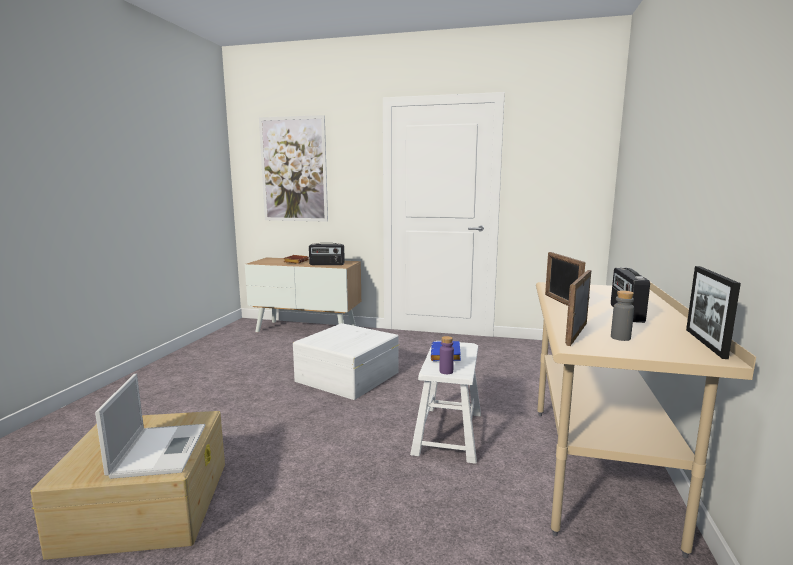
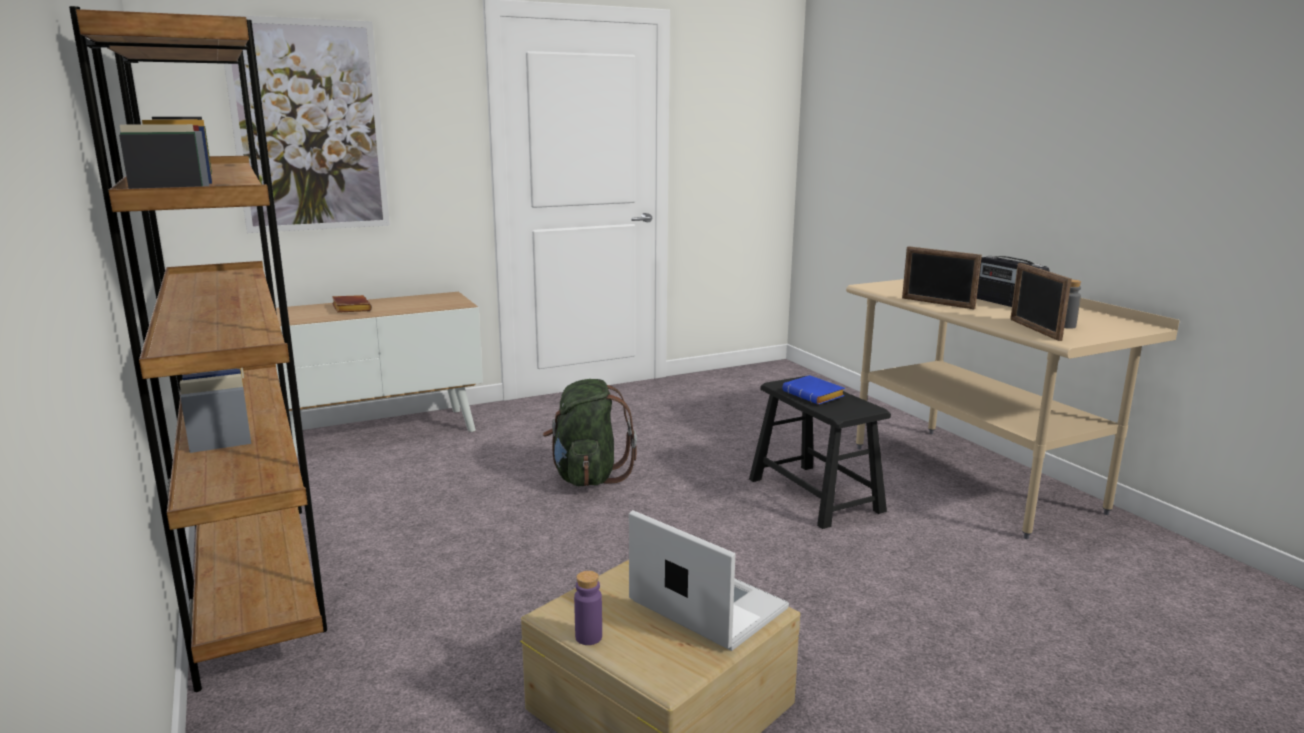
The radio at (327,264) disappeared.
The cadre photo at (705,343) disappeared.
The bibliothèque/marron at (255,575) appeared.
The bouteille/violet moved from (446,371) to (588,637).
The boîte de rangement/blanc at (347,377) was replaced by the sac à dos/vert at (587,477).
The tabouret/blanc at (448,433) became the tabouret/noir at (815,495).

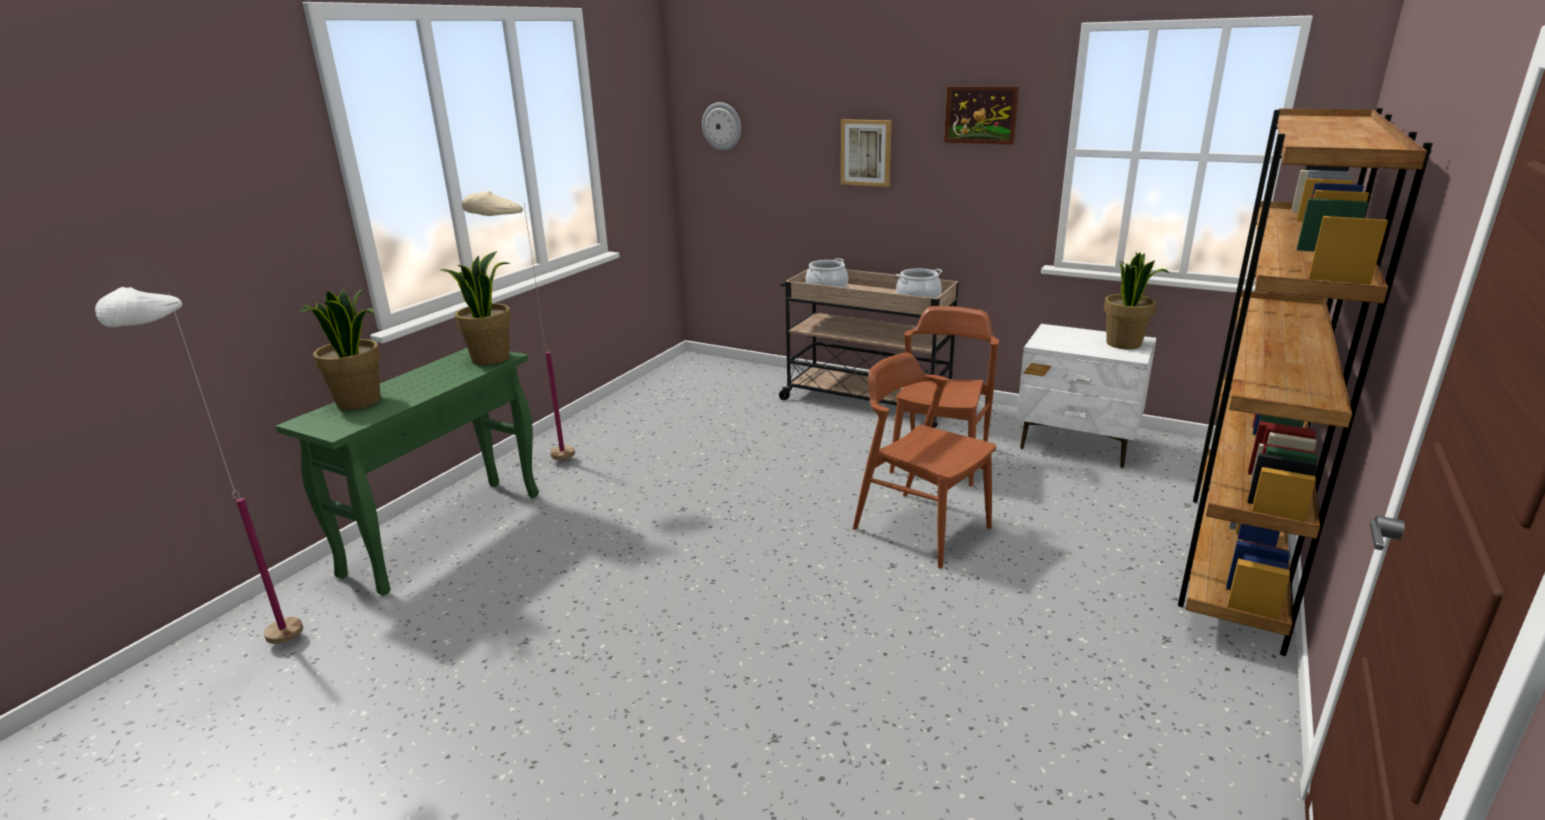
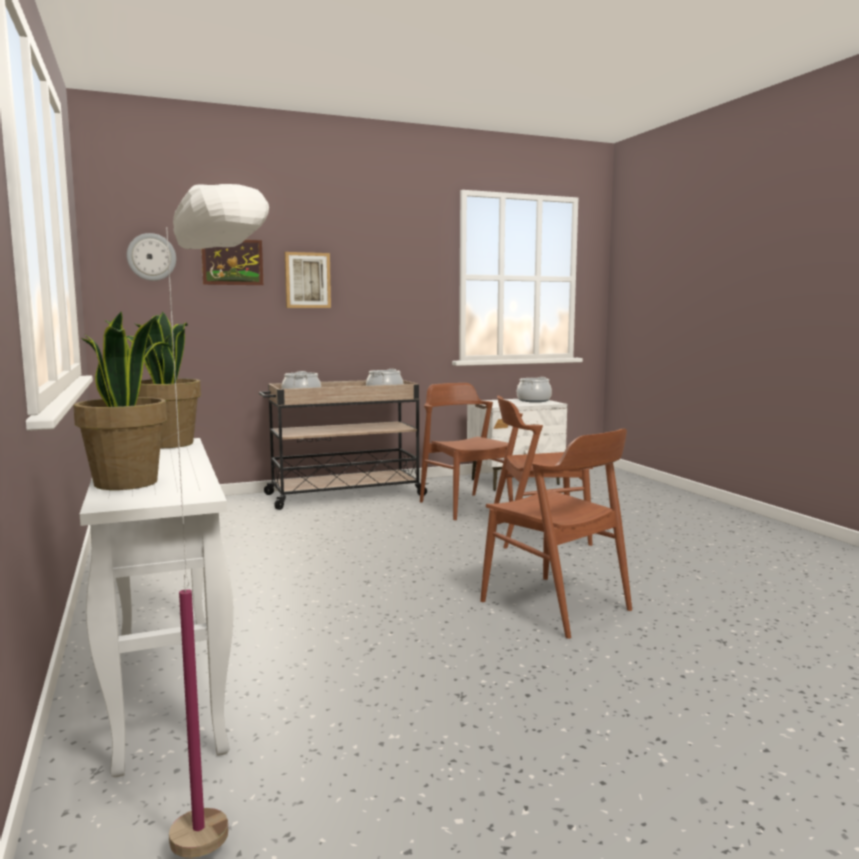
The lampadaire/beige at (542,464) disappeared.
The bibliothèque/marron at (1234,559) disappeared.
The chaise/marron at (555,605) appeared.
The tableau moved from (980,115) to (232,262).
The plante en pot at (1124,344) was replaced by the marmite at (533,400).
The table console/vert at (446,532) became the table console/blanc at (166,685).

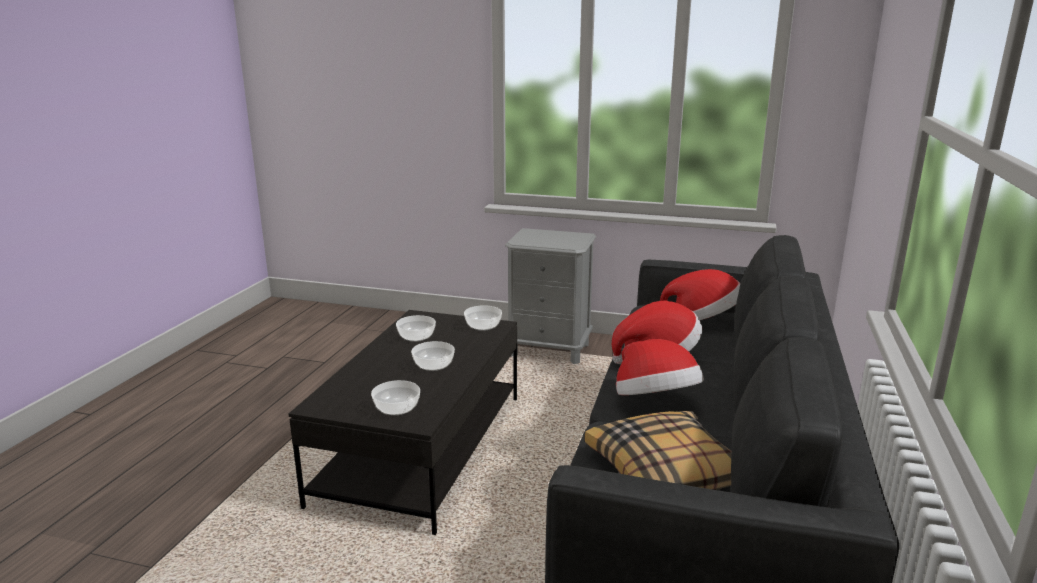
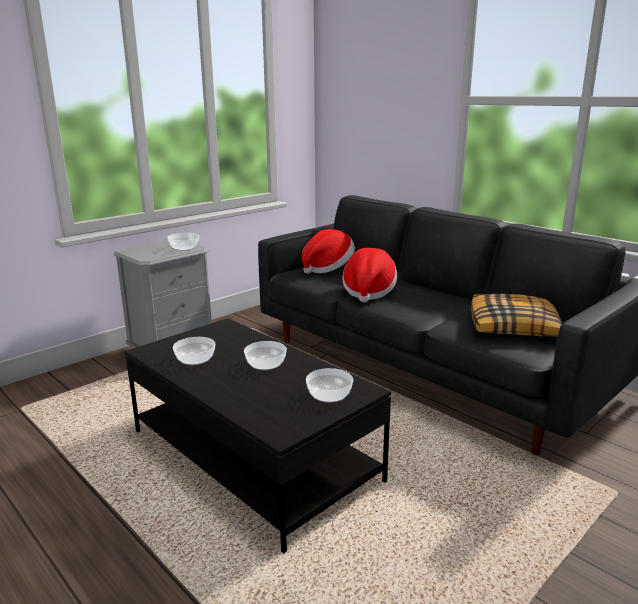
The chapeau at (655,402) disappeared.
The bol moved from (483,326) to (185,248).

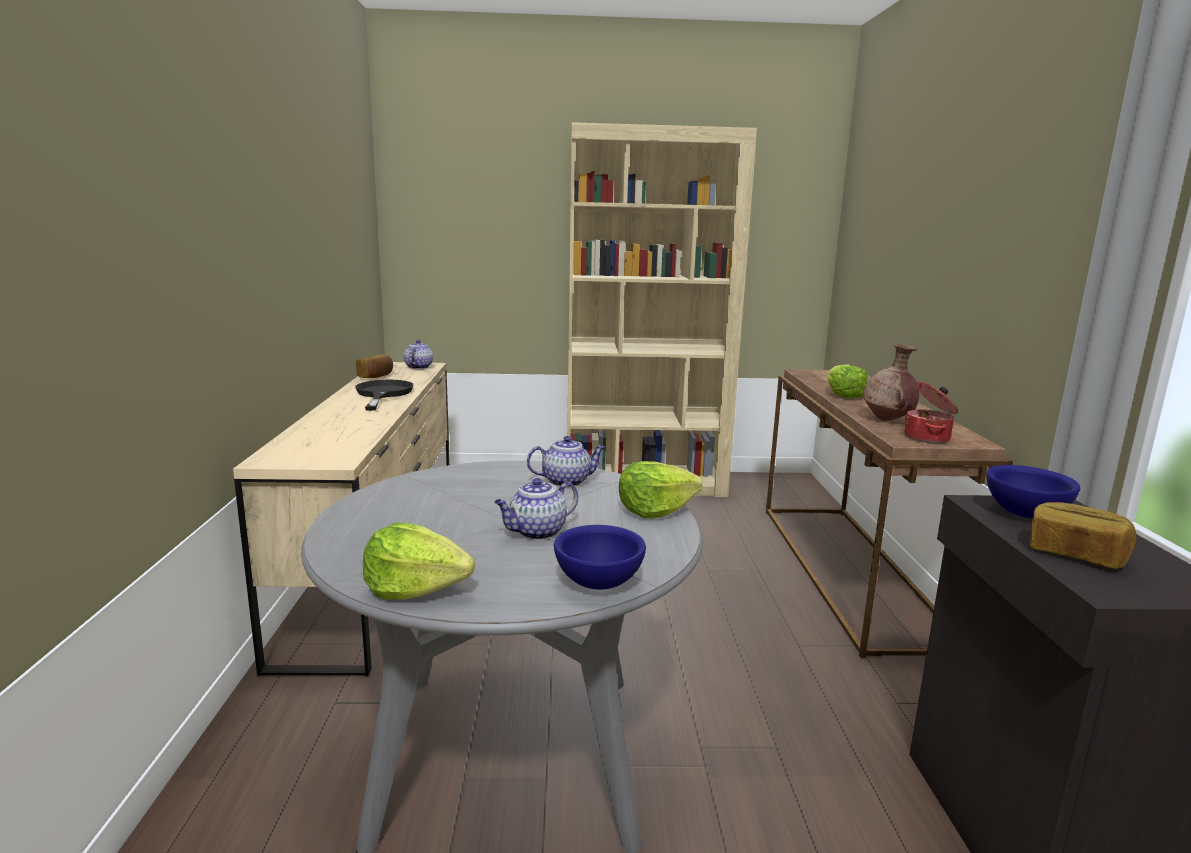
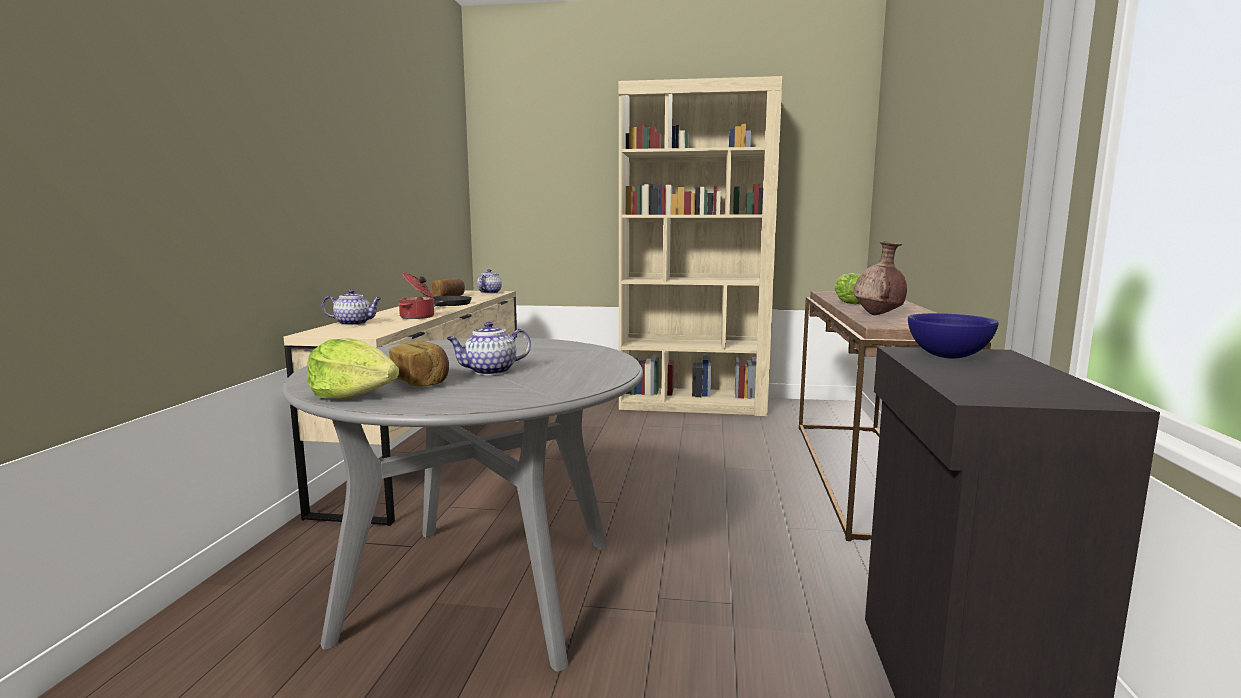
The bol/bleu at (598,584) disappeared.
The laitue at (655,510) disappeared.
The théière moved from (567,481) to (354,323).
The marmite moved from (928,438) to (418,317).
The pain moved from (1075,555) to (421,382).

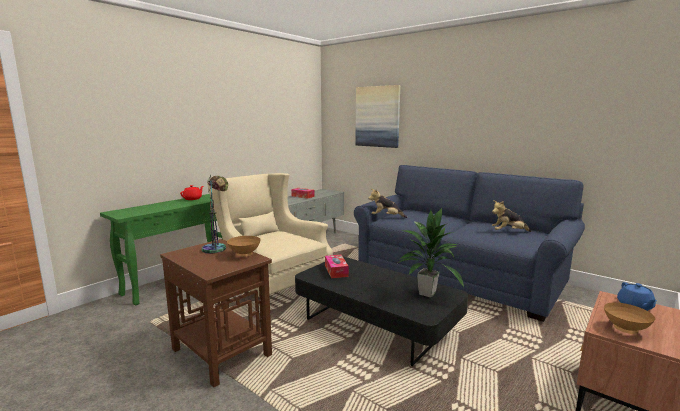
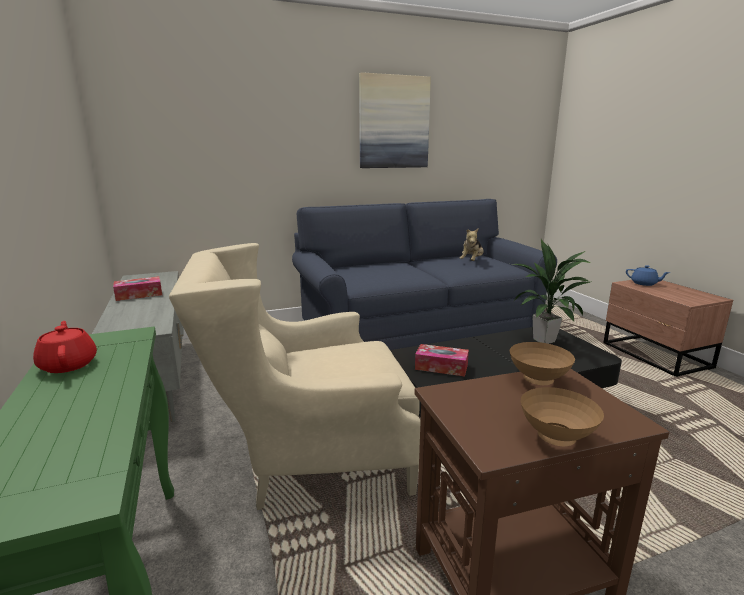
The lampe de table at (217,247) disappeared.
The peluche at (386,217) disappeared.
The tableau moved from (377,116) to (394,122).
The bol/marron moved from (625,329) to (555,437).

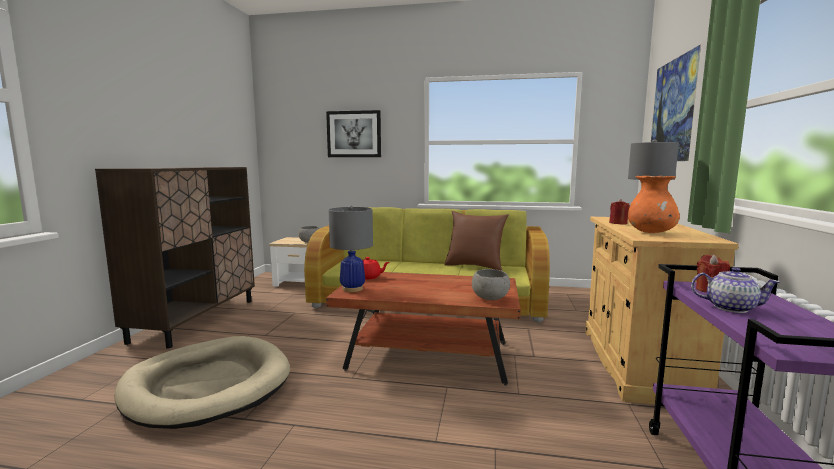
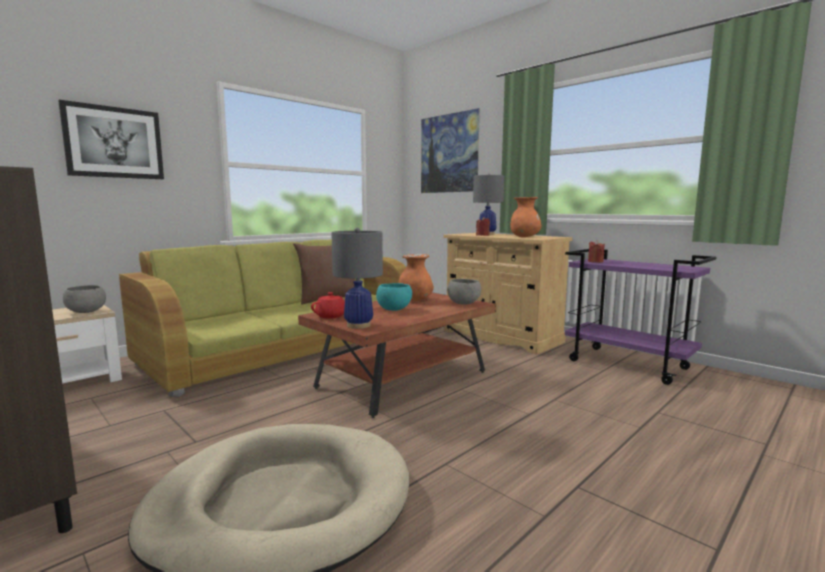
The théière at (730,307) disappeared.
The bol/turquoise at (393,309) appeared.
The vase/orange at (415,300) appeared.

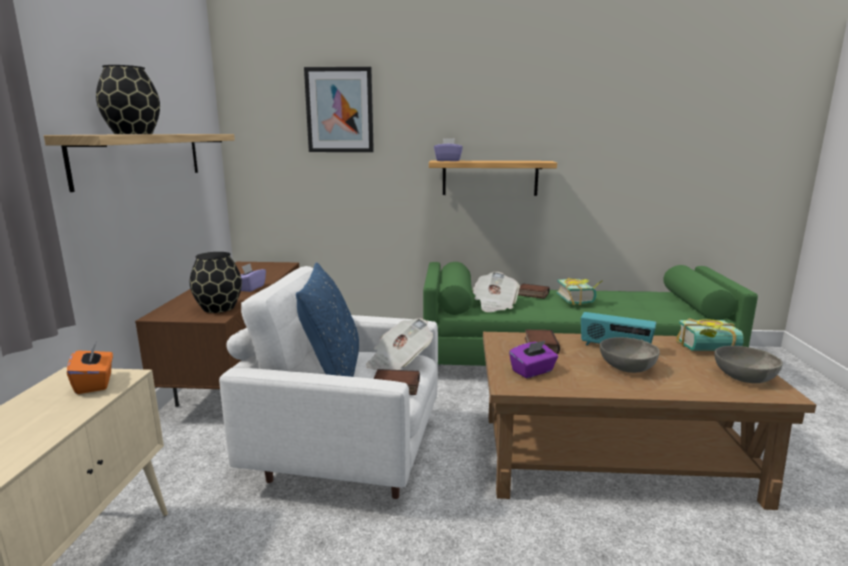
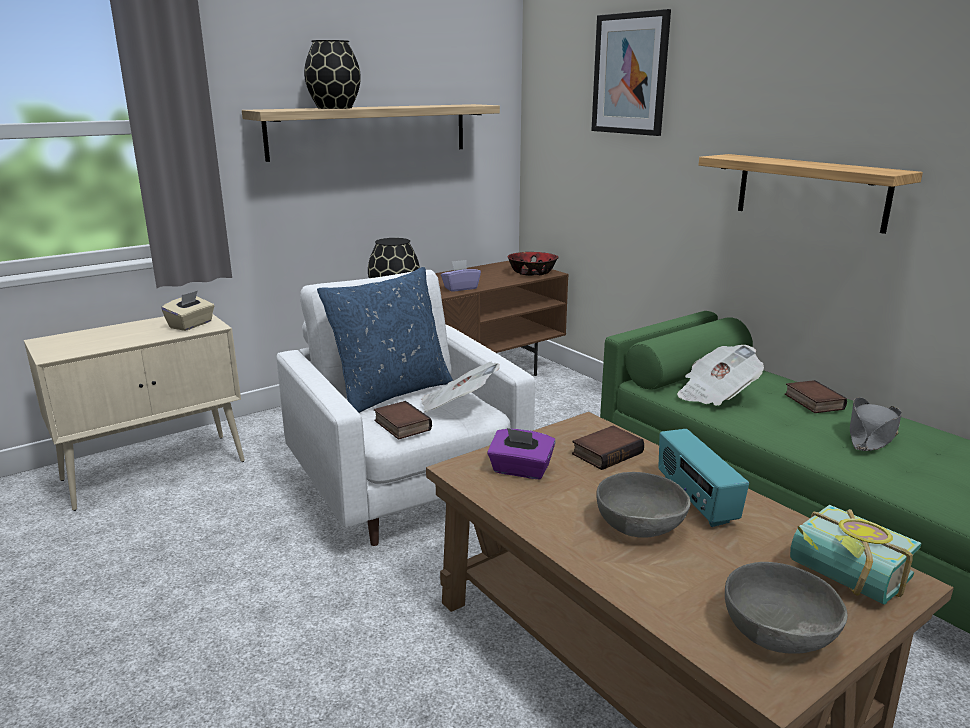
The boîte à mouchoirs/violet at (448,160) disappeared.
The bol at (532,272) appeared.
The livre at (579,299) was replaced by the chapeau/gris at (871,435).
The boîte à mouchoirs/orange at (95,383) became the boîte à mouchoirs/beige at (191,325).

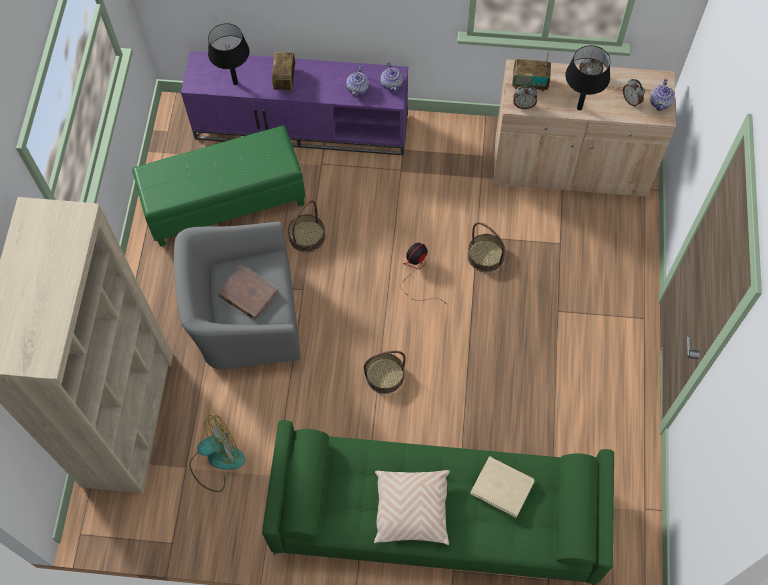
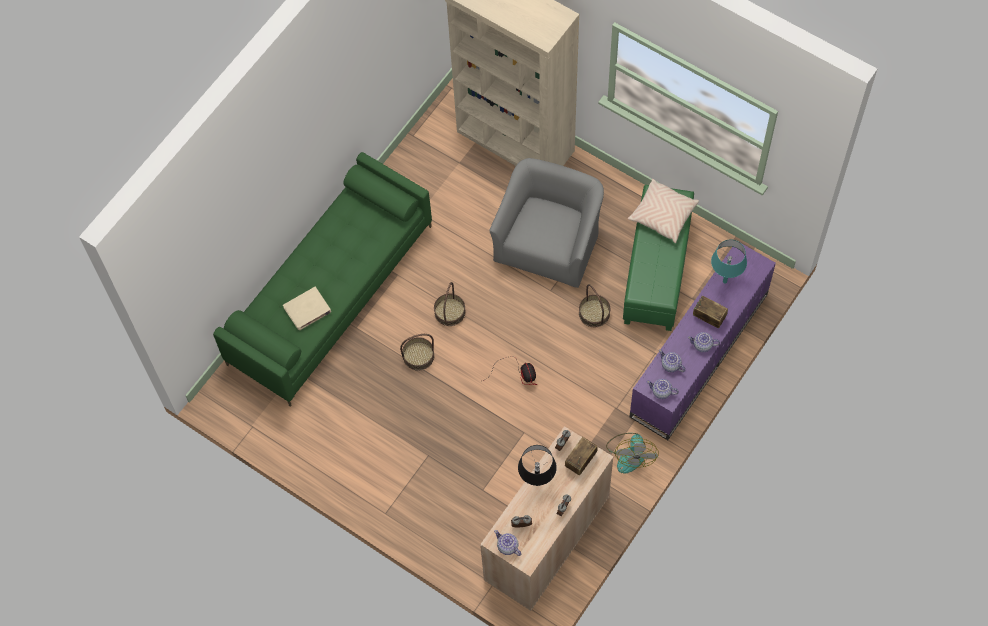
The livre/marron at (248,294) disappeared.
The théière at (703,345) appeared.
The ventilateur moved from (217,460) to (630,453).
The coussin/beige moved from (412,510) to (662,215).
The panier moved from (486,255) to (418,356).
The lampe de table/noir at (235,83) became the lampe de table/turquoise at (725,281).

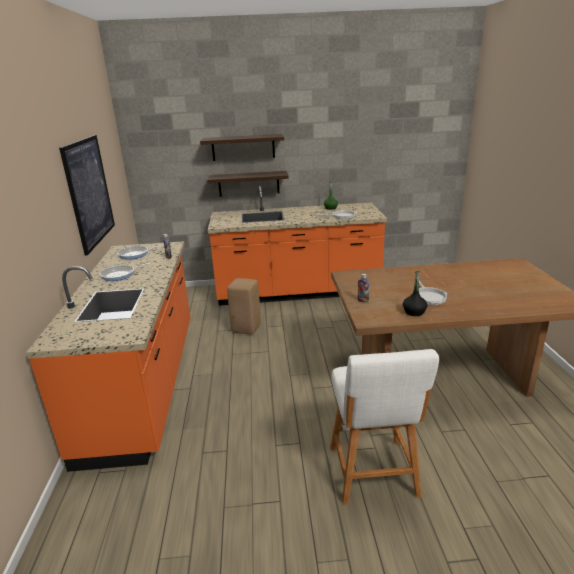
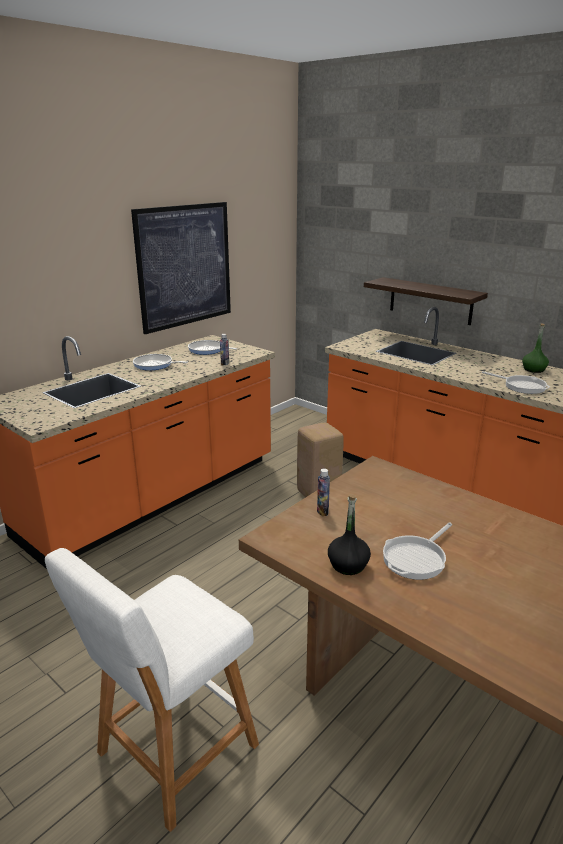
The étagère at (243,147) disappeared.

